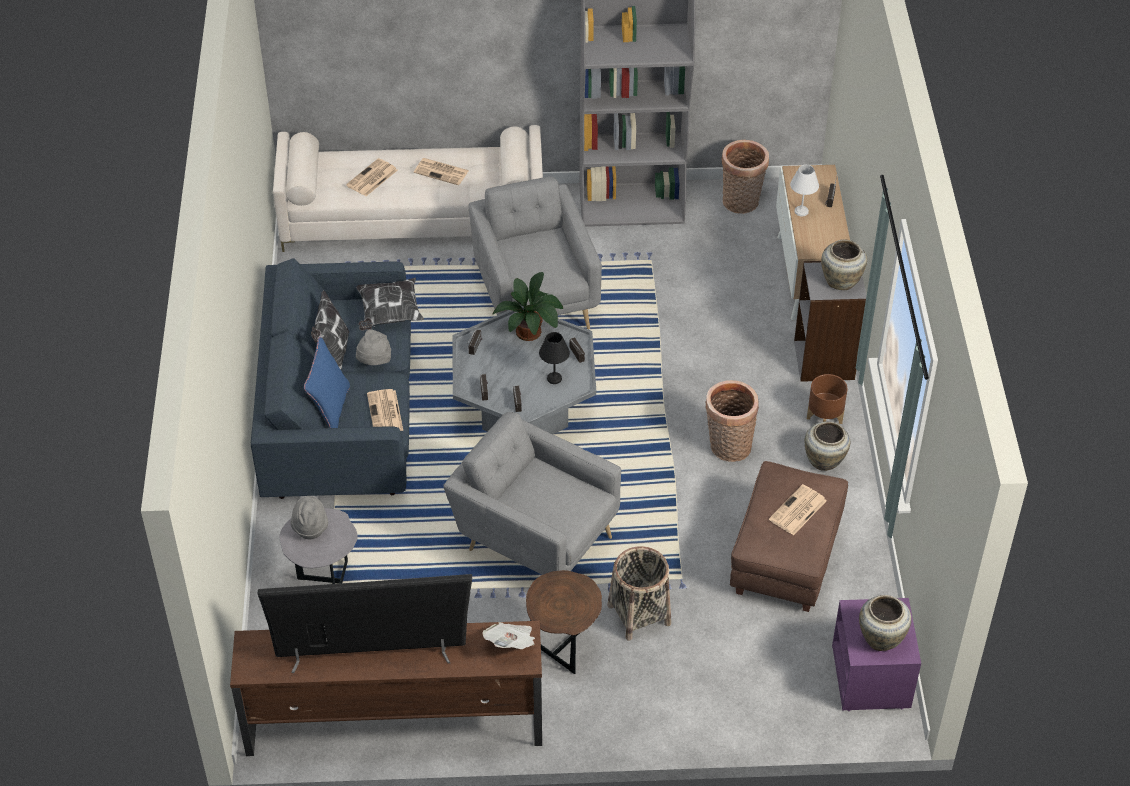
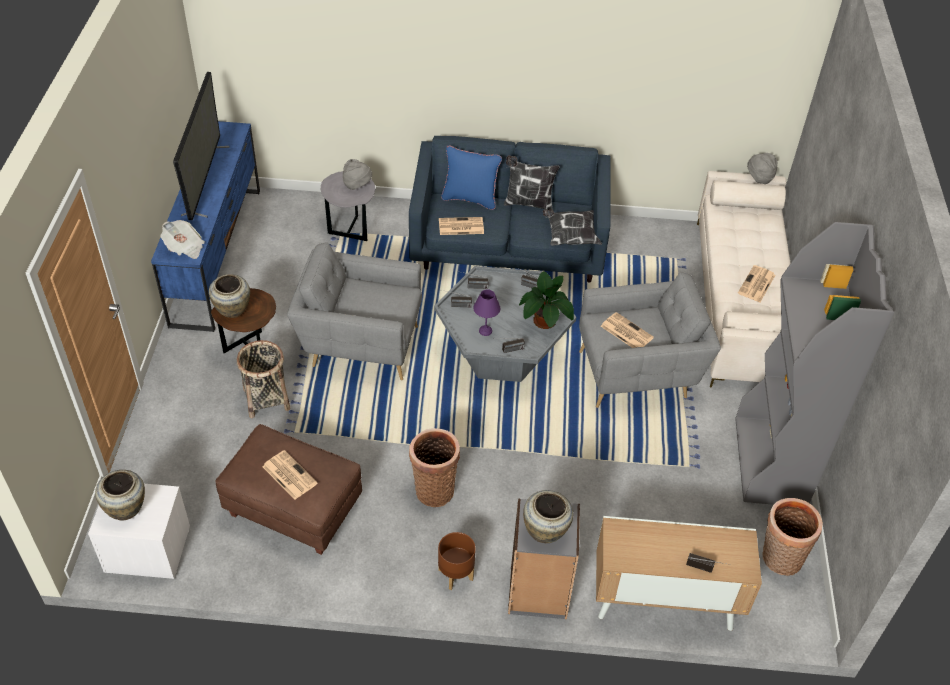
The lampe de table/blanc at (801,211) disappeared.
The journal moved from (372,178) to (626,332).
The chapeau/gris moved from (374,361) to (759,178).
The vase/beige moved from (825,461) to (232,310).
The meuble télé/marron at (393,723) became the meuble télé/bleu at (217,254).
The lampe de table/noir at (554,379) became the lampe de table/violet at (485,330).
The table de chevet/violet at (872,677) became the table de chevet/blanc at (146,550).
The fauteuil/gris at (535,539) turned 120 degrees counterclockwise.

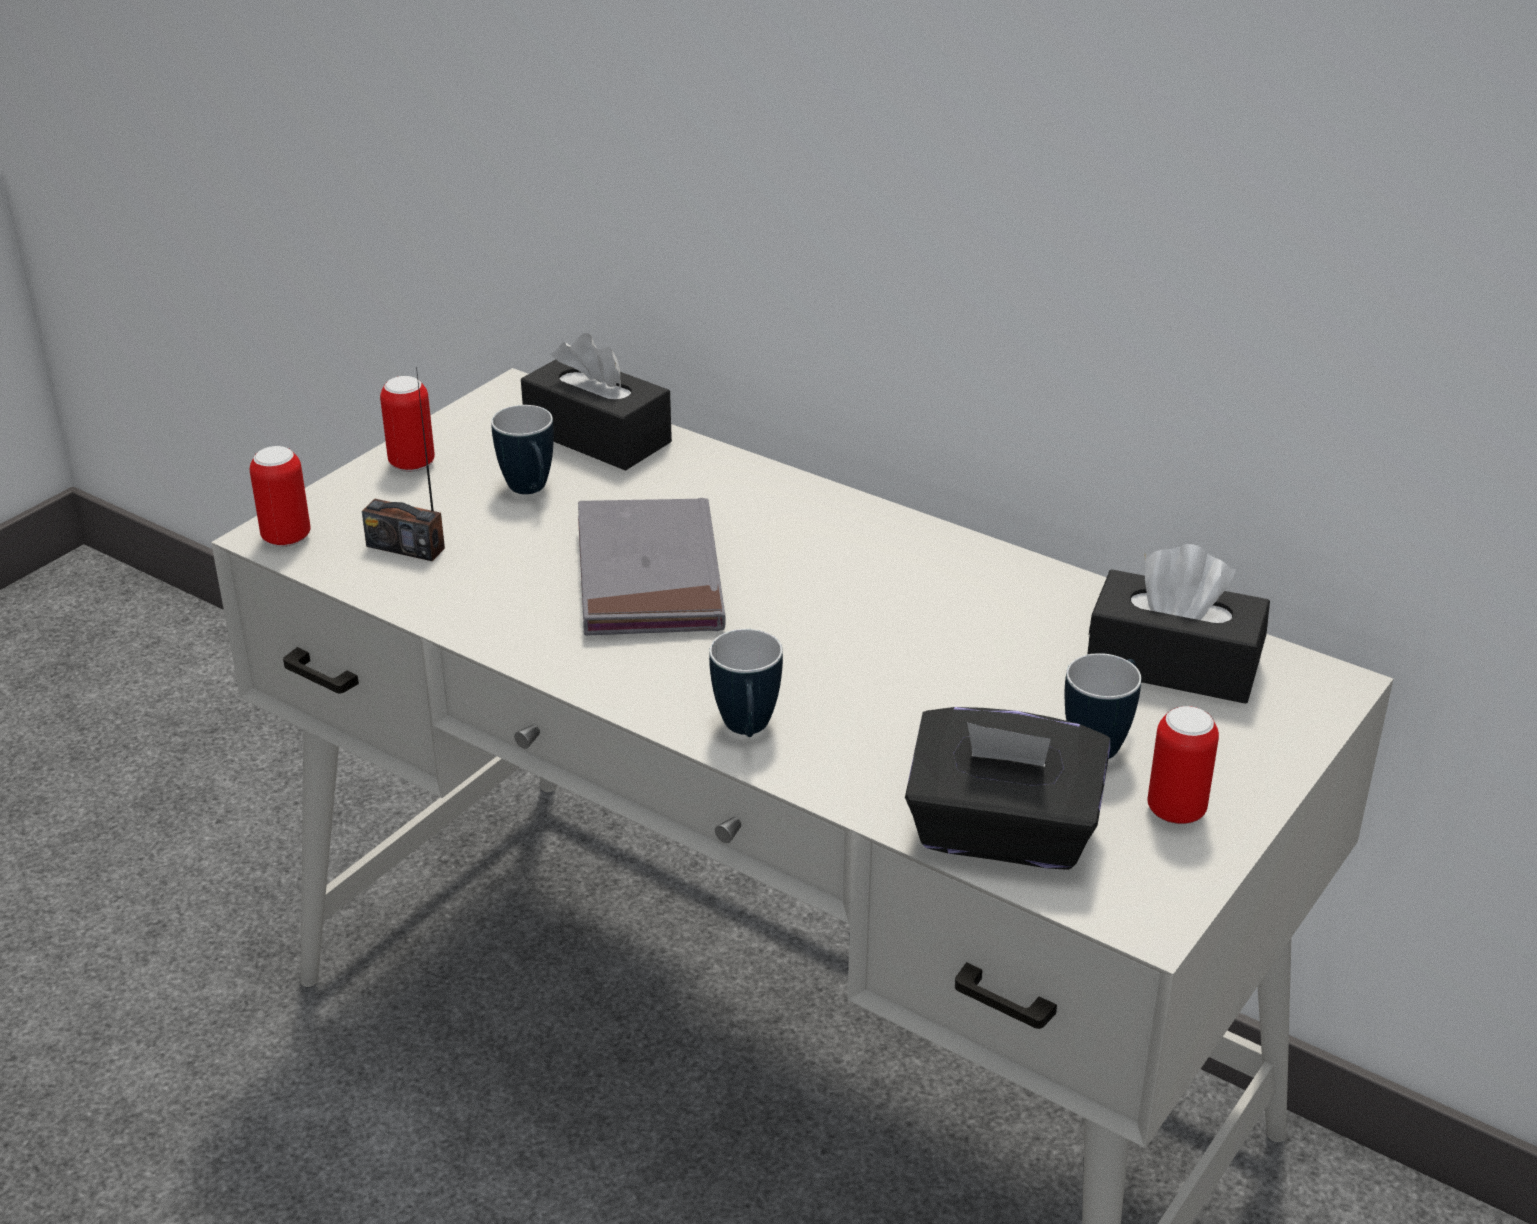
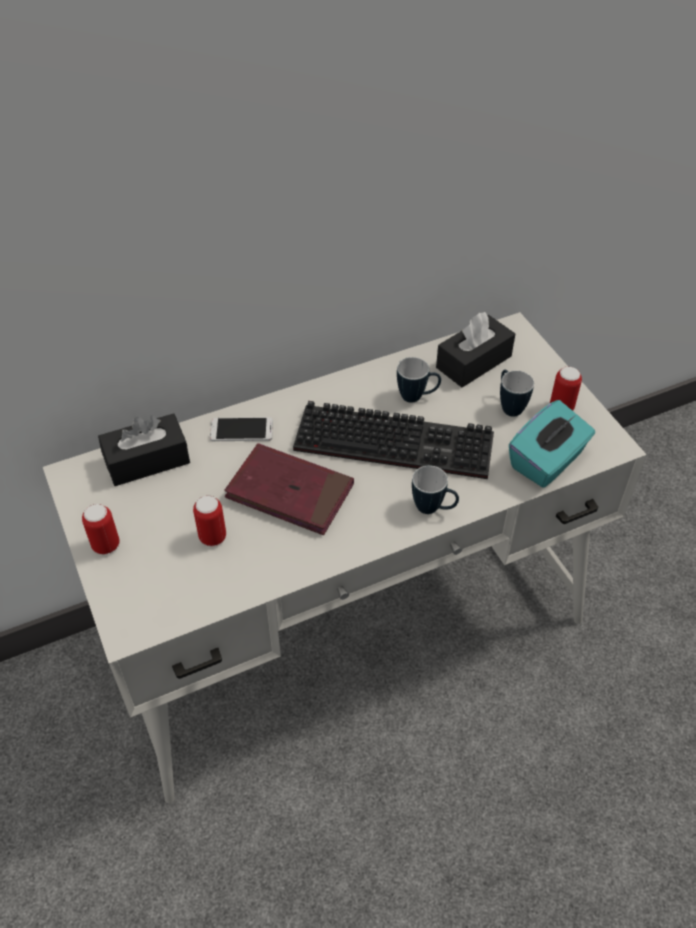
The radio at (406,547) disappeared.
The téléphone at (241,430) appeared.
The clavier at (397,441) appeared.
The boîte métallique moved from (286,538) to (212,537).
The mug moved from (531,492) to (417,397).
The livre/gris at (649,576) became the livre/rouge at (290,492).
The boîte à mouchoirs/noir at (1002,835) became the boîte à mouchoirs/turquoise at (547,462).

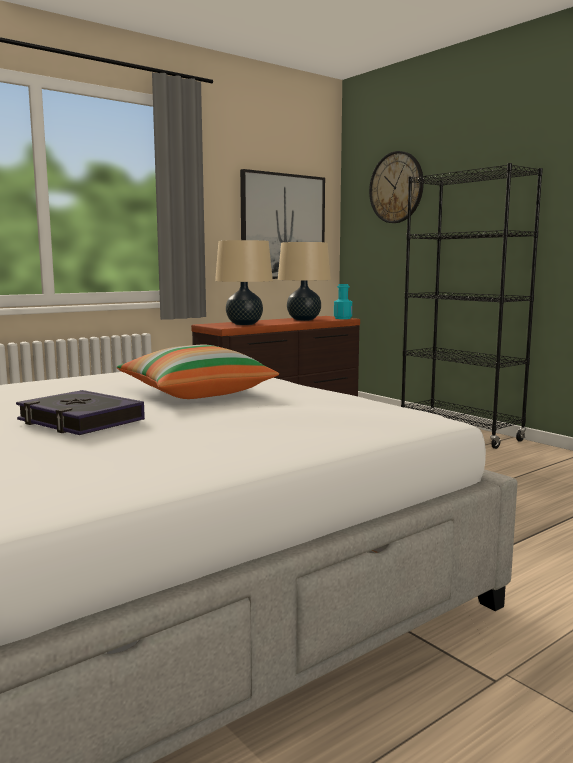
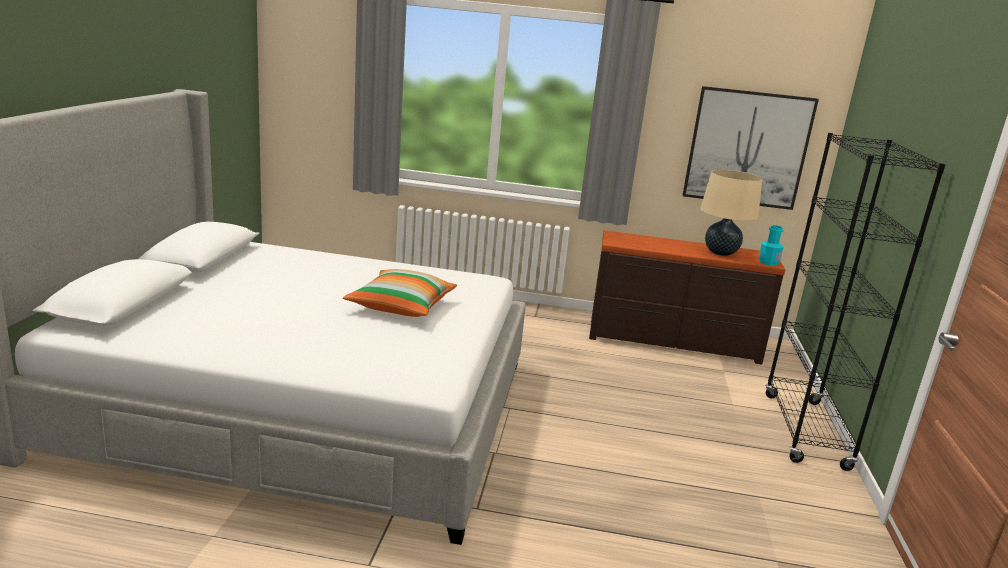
The livre at (80,421) disappeared.
The lampe de table/beige at (244,324) disappeared.
The horloge murale at (396,187) disappeared.

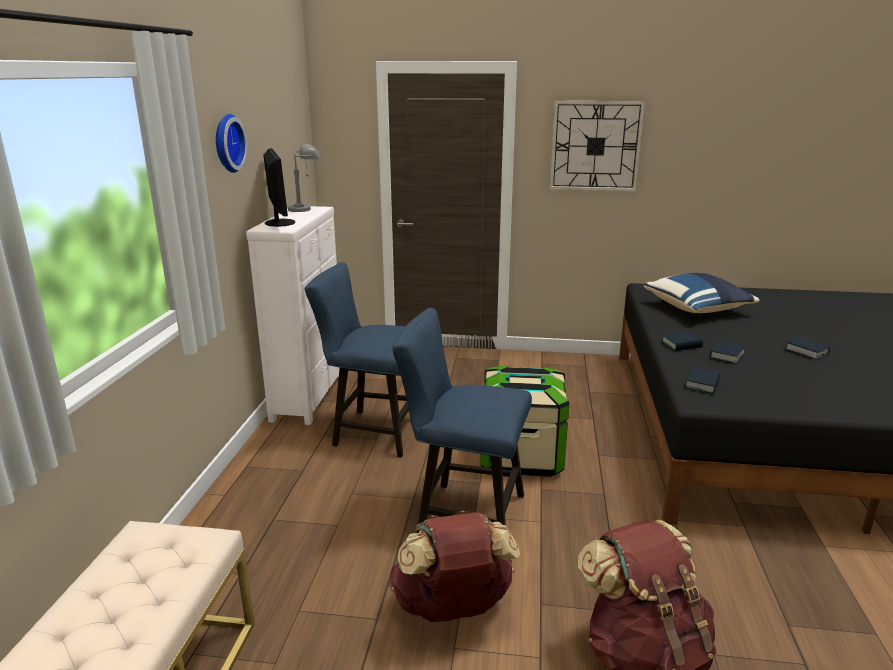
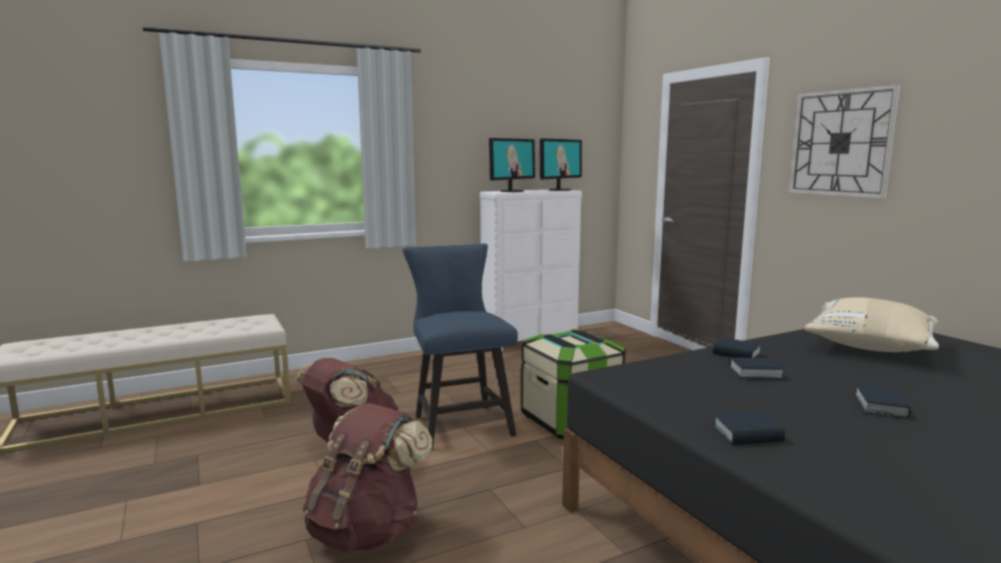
The horloge murale at (226,143) disappeared.
The chaise/bleu at (372,431) disappeared.
The livre moved from (702,384) to (747,434).
The lampe de table/gris at (307,209) was replaced by the écran d'ordinateur at (559,190).
The coussin/bleu at (697,309) became the coussin/beige at (870,347).

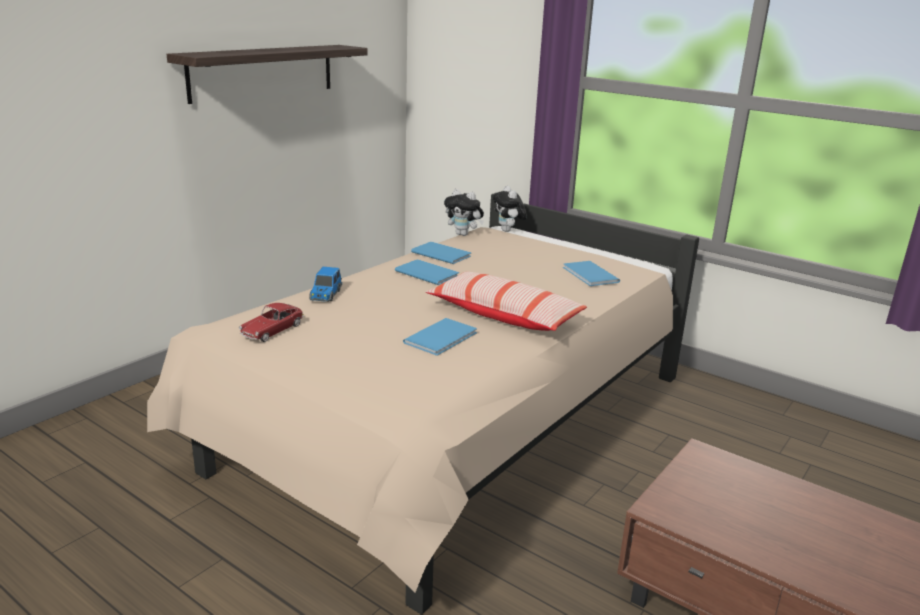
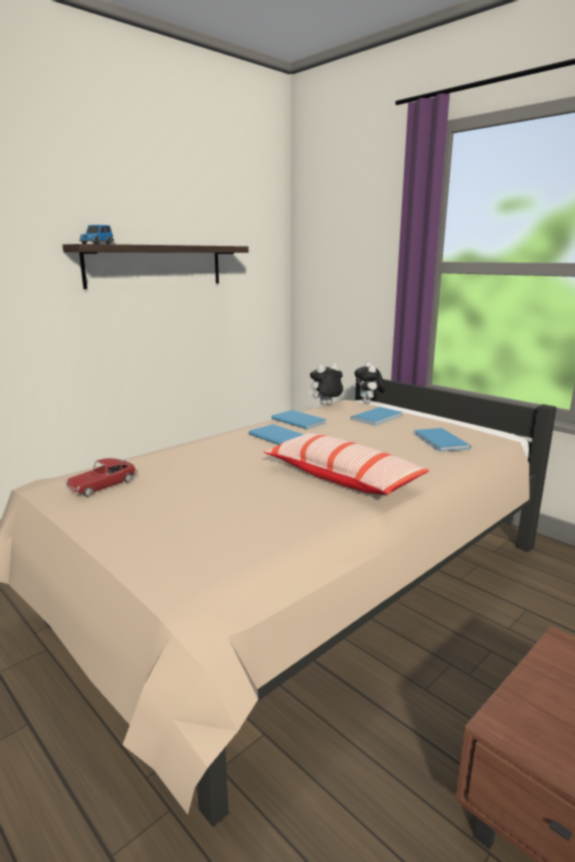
The petite voiture moved from (325,295) to (96,244).
The livre/bleu moved from (443,337) to (379,417).
The peluche at (463,234) turned 120 degrees clockwise.

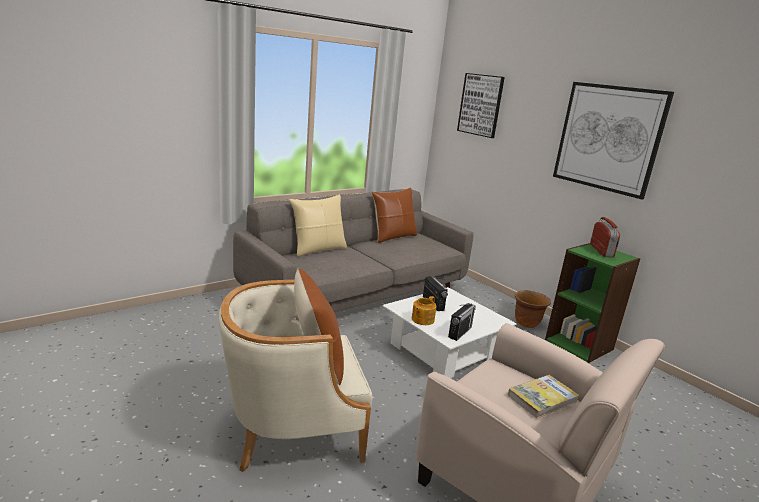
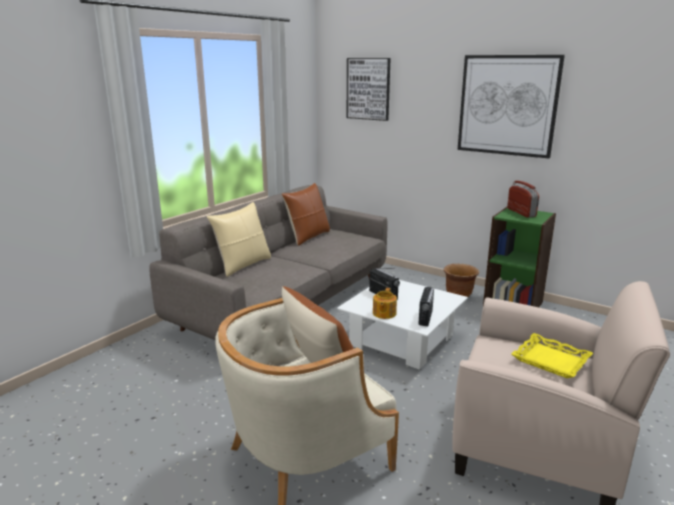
The livre at (542,398) was replaced by the plateau/jaune at (551,360).

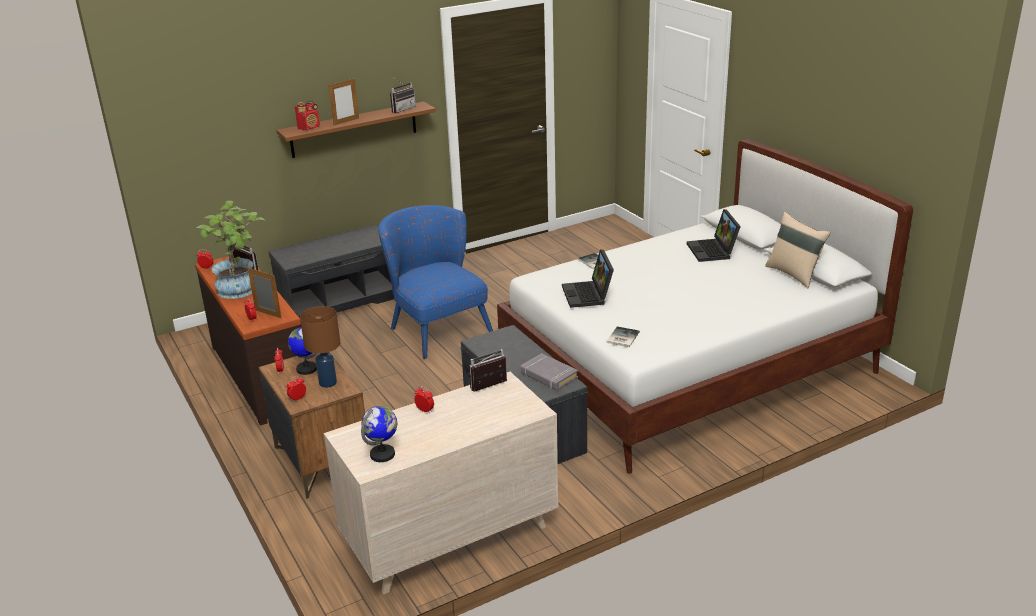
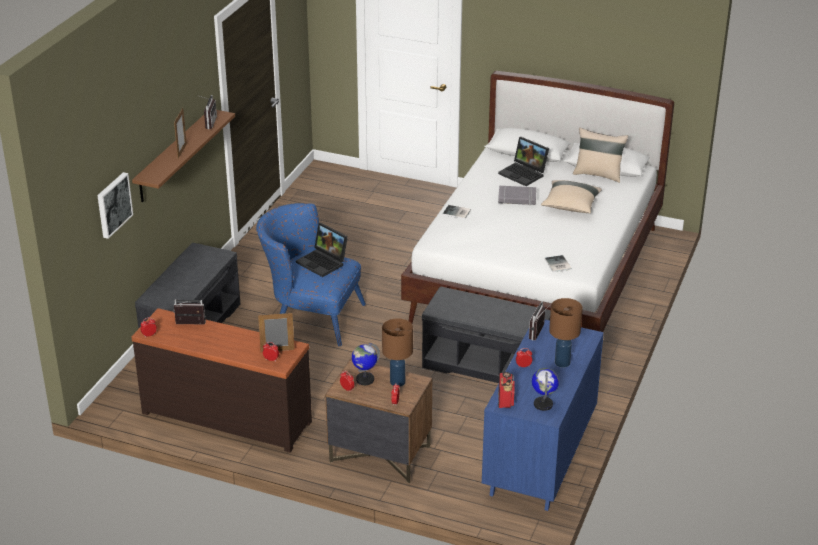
The plante en pot at (241,291) disappeared.
The tableau at (113,204) appeared.
The coussin/beige at (570,206) appeared.
The lampe de table/marron at (562,362) appeared.
The radio moved from (309,127) to (505,401).
The livre/gris moved from (548,376) to (517,198).
The ordinateur portable moved from (588,295) to (323,262).
The commode/beige at (449,538) became the commode/bleu at (540,458).

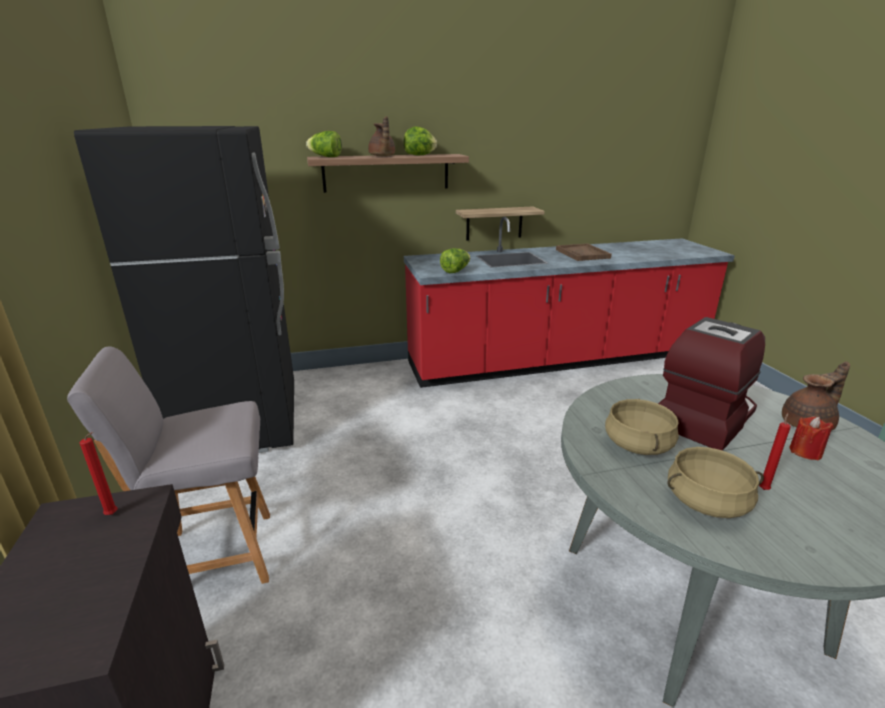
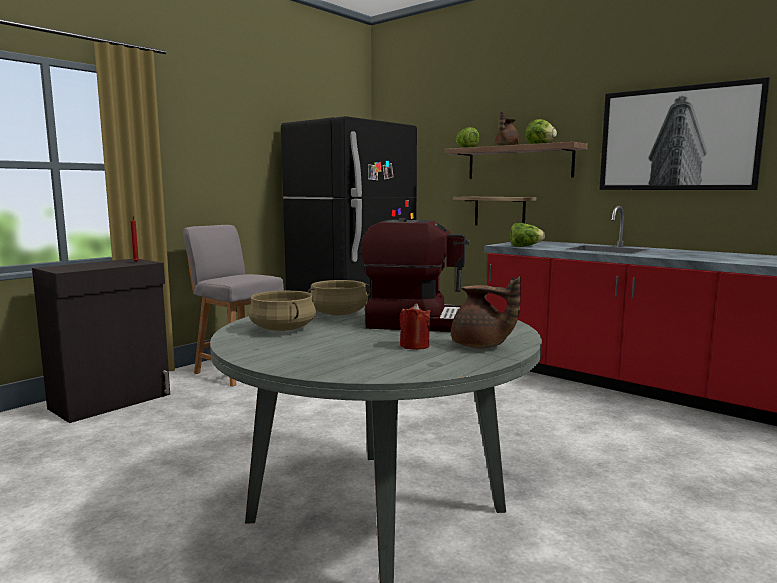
The plateau/marron at (582,254) disappeared.
The bougie/rouge at (763,488) disappeared.
The tableau at (677,139) appeared.
The étagère moved from (494,223) to (499,211).

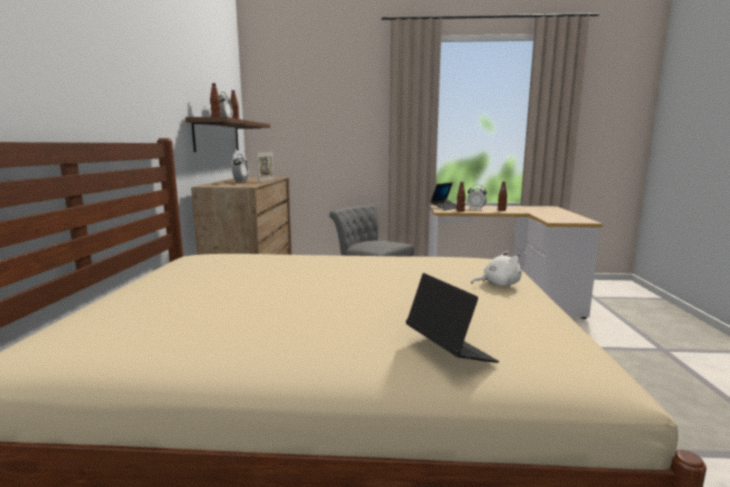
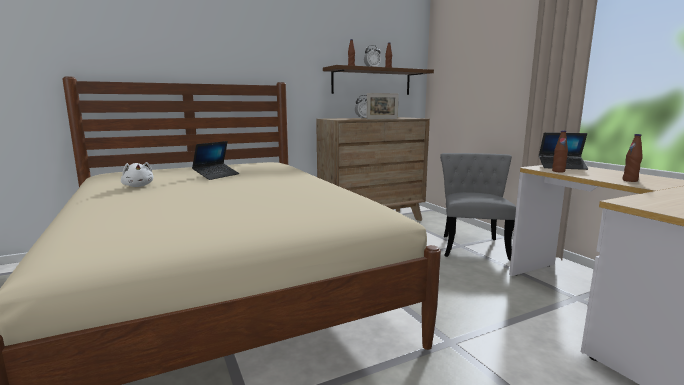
The réveil at (476,209) disappeared.
The ordinateur portable moved from (449,350) to (216,175).
The peluche/blanc moved from (498,284) to (138,186).

